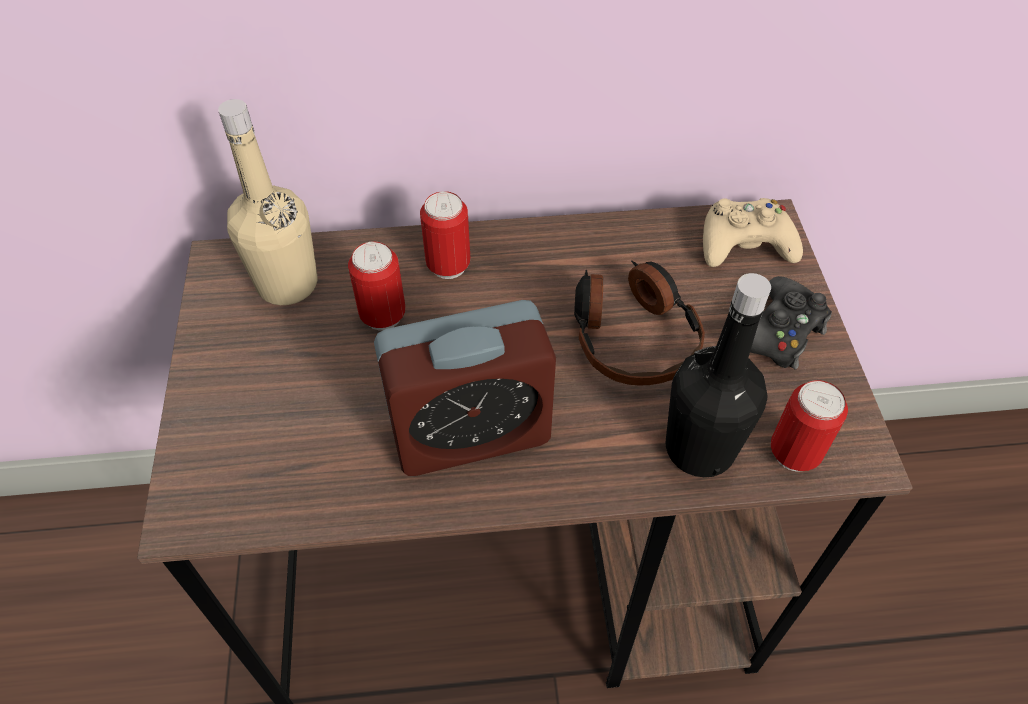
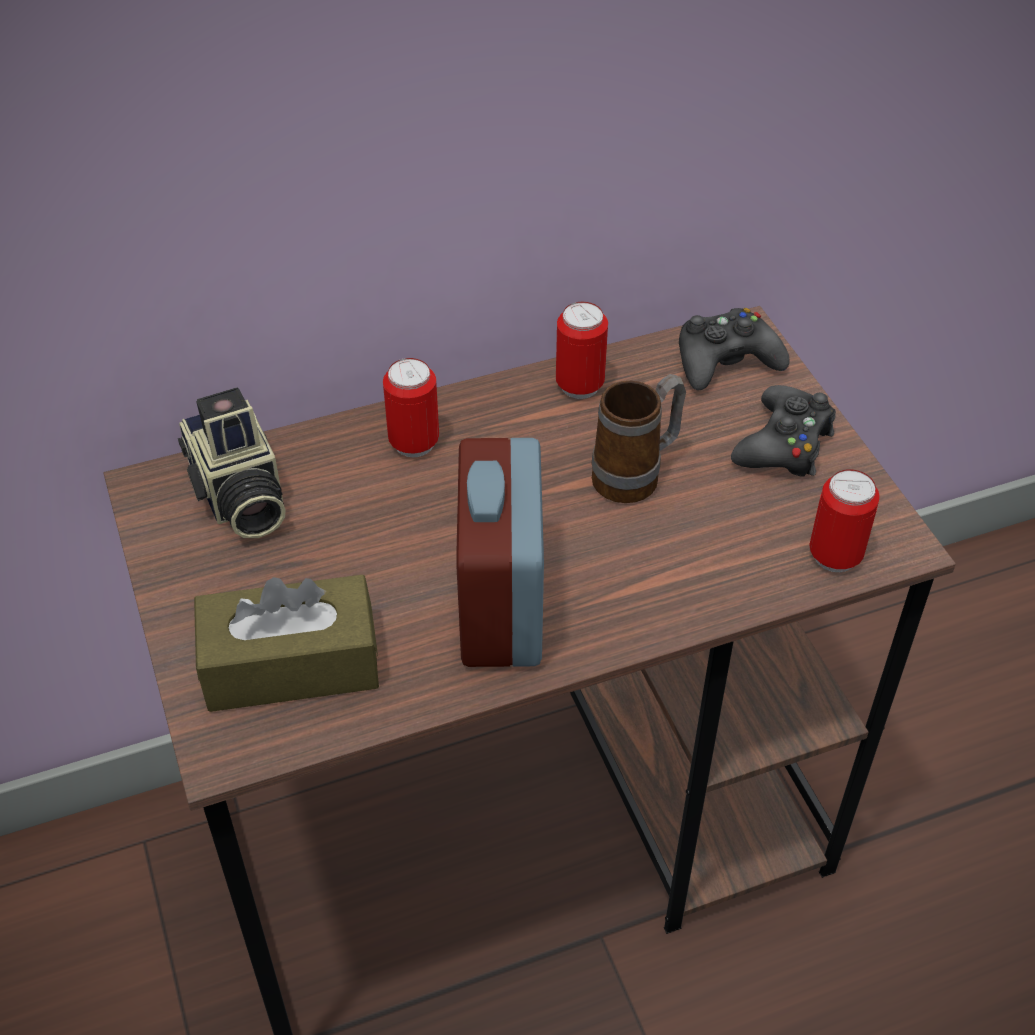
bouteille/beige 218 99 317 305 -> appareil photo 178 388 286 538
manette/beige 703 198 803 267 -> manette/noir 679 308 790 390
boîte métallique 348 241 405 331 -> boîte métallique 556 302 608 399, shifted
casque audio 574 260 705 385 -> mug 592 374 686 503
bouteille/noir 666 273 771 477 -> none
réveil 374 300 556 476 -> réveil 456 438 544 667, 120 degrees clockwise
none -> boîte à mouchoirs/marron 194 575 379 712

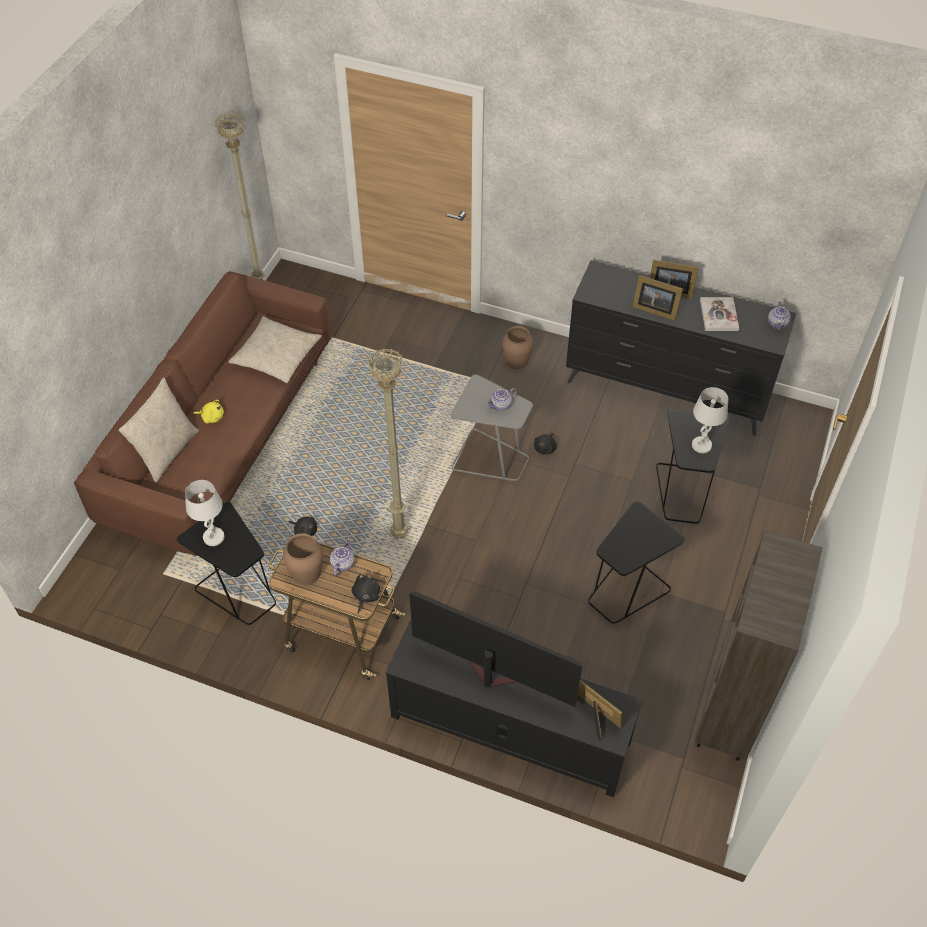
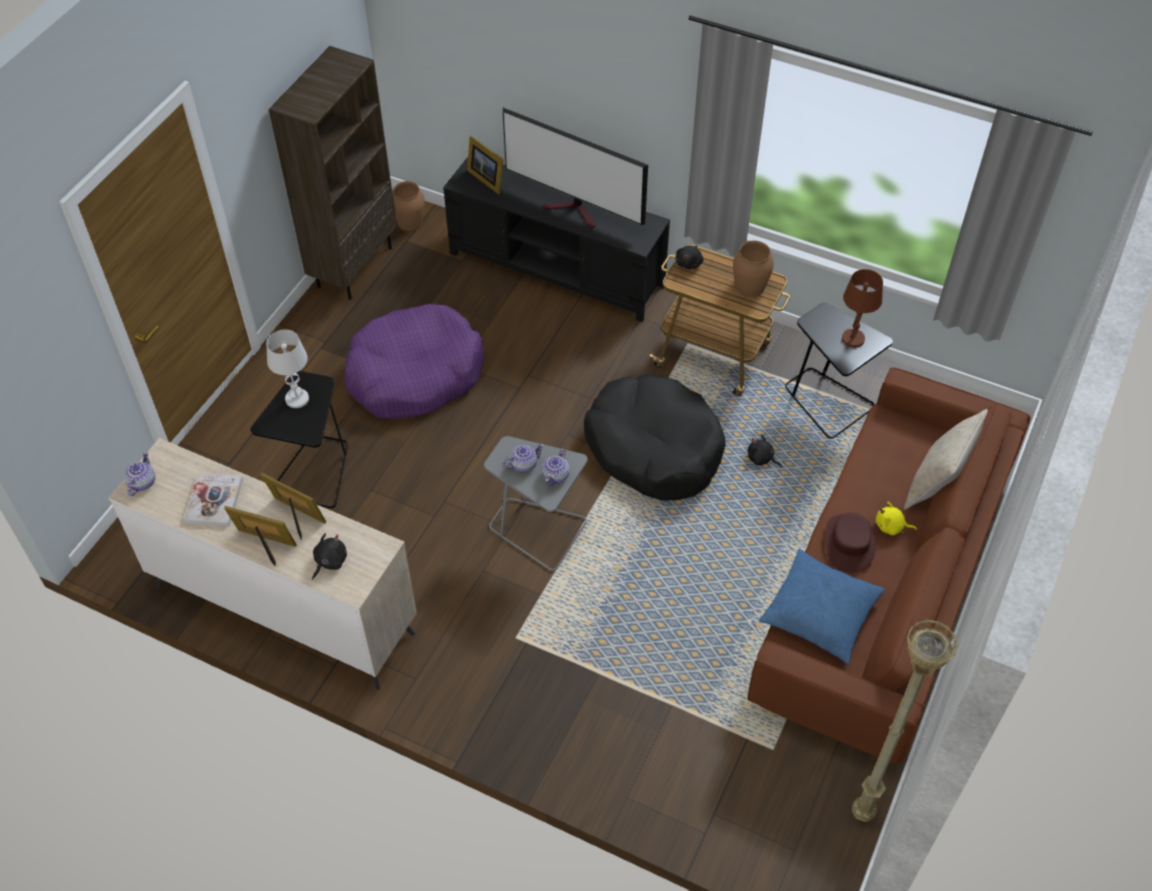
commode/noir 566 260 797 436 -> commode/beige 109 438 417 690
coussin/beige 228 316 322 383 -> coussin/bleu 759 549 885 664
vase/marron 502 326 533 369 -> vase/marron 392 181 425 231, shifted
lampadaire/beige 368 349 408 539 -> panier pour chien/noir 584 373 726 500
peluche/noir 534 433 557 455 -> peluche/noir 312 533 347 580, shifted
lampe de table/blanc 185 480 225 546 -> lampe de table/marron 842 269 883 347
table d'appoint/noir 588 501 685 624 -> panier pour chien/violet 344 304 485 419
théière 330 538 355 576 -> théière 542 449 570 485, shifted
none -> chapeau/marron 825 513 876 573

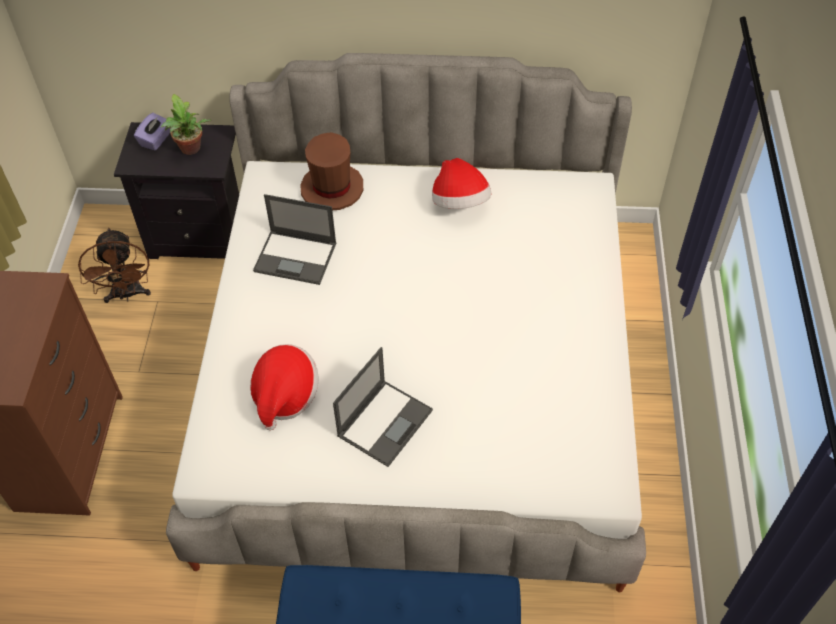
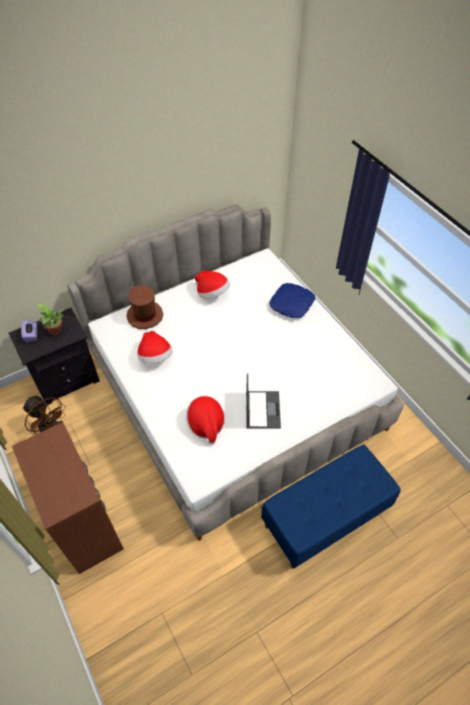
ordinateur portable 253 194 336 285 -> chapeau 137 331 173 364
none -> coussin/bleu 269 283 315 318

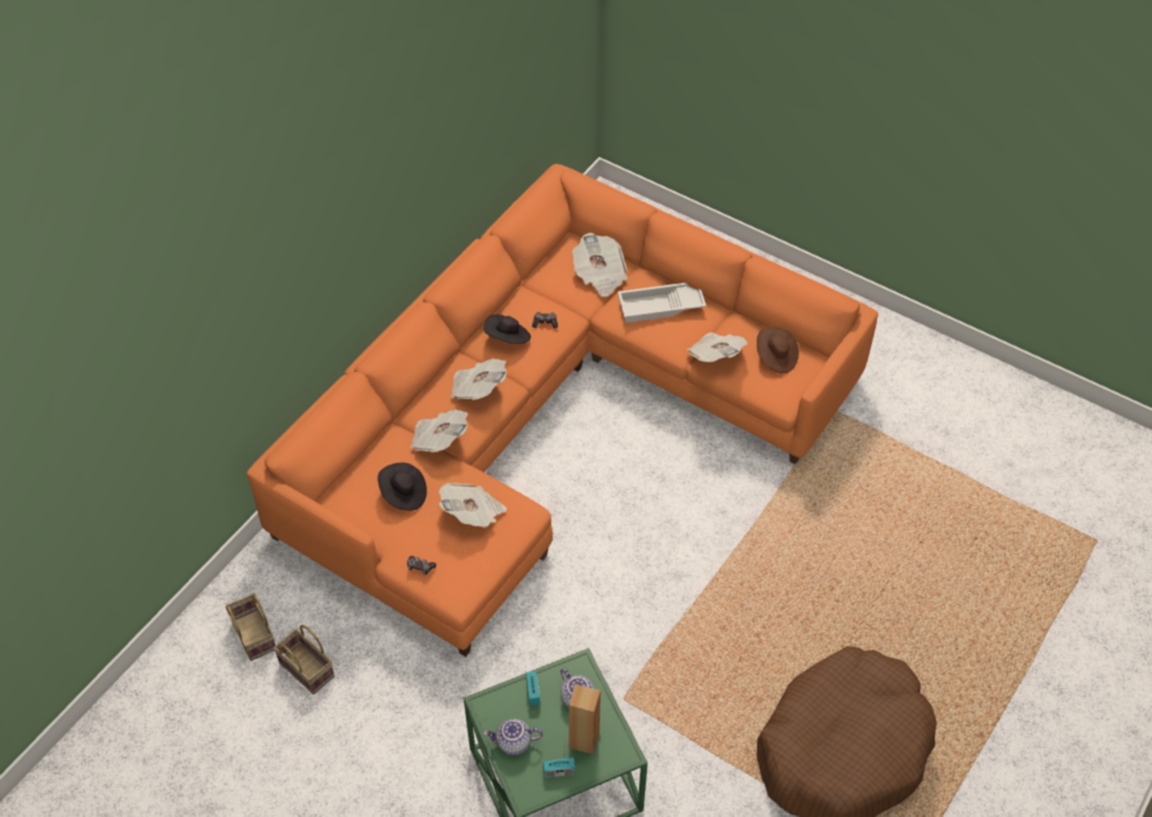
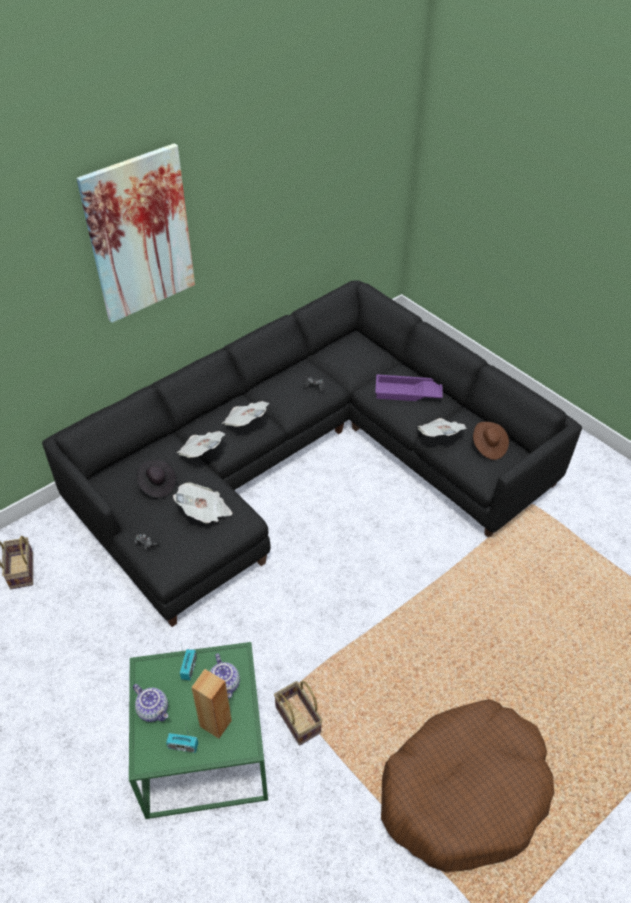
canapé/orange 247 164 878 657 -> canapé/noir 42 280 582 627
journal 572 233 628 297 -> none
plateau/blanc 618 283 706 323 -> plateau/violet 375 374 443 401
chapeau/noir 484 314 531 344 -> none
panier 273 625 335 695 -> panier 274 681 322 746, shifted
théière 483 719 543 755 -> théière 133 684 168 722, 150 degrees counterclockwise
none -> tableau 77 143 195 323

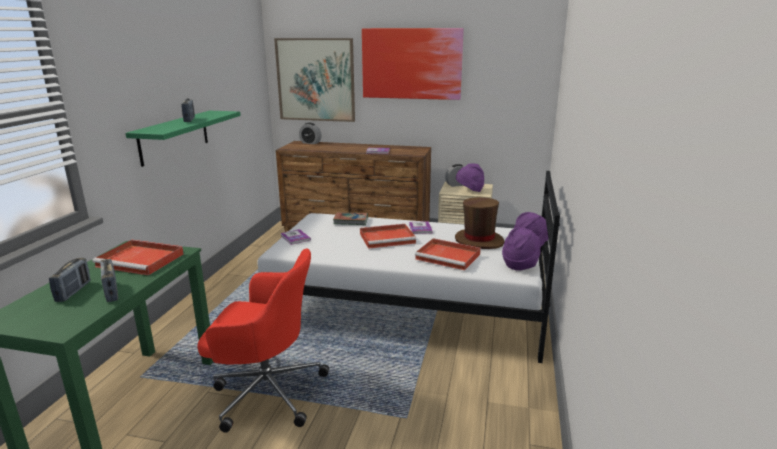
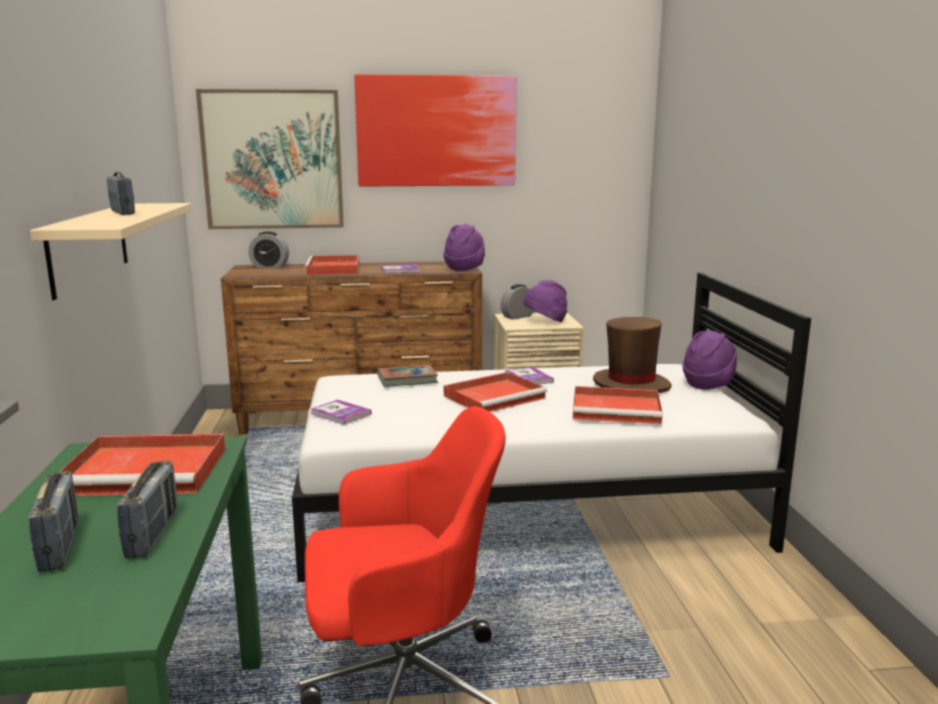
étagère/vert 125 111 241 167 -> étagère/beige 30 203 191 300
chapeau/violet 502 228 541 271 -> chapeau/violet 444 224 485 271, shifted
radio 100 259 118 302 -> radio 117 461 177 558, 135 degrees counterclockwise
none -> plateau/rouge 304 255 359 275

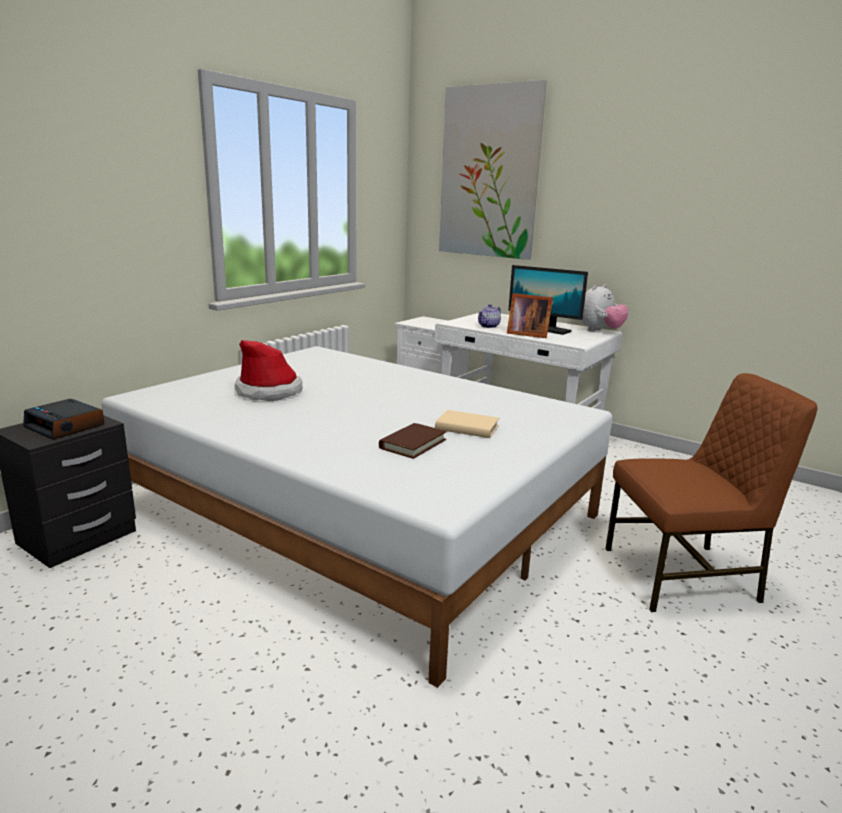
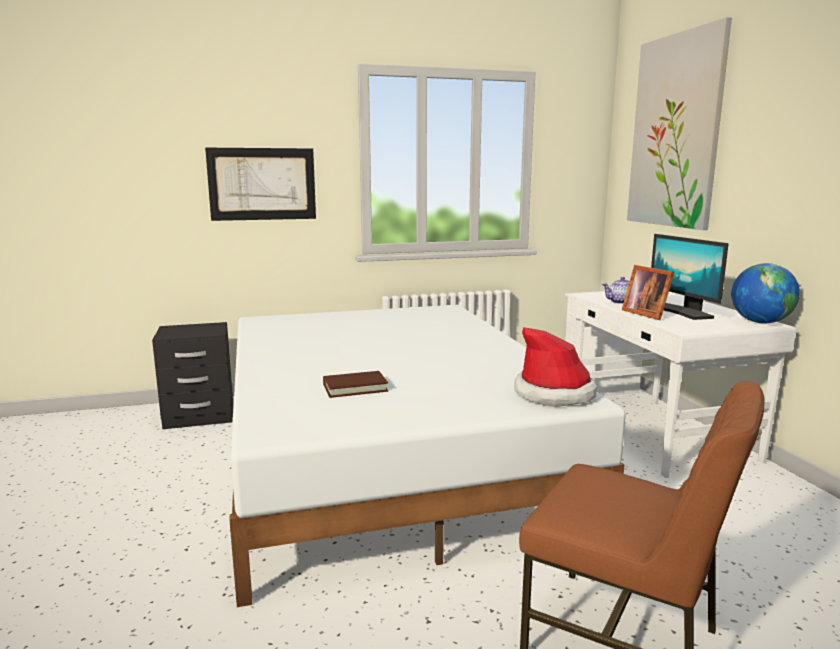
peluche 581 284 629 331 -> globe 731 263 800 323
chapeau 235 340 303 401 -> chapeau 514 327 597 407, shifted
réveil 23 399 104 440 -> none
livre/beige 435 410 499 438 -> none
none -> tableau 205 148 316 221

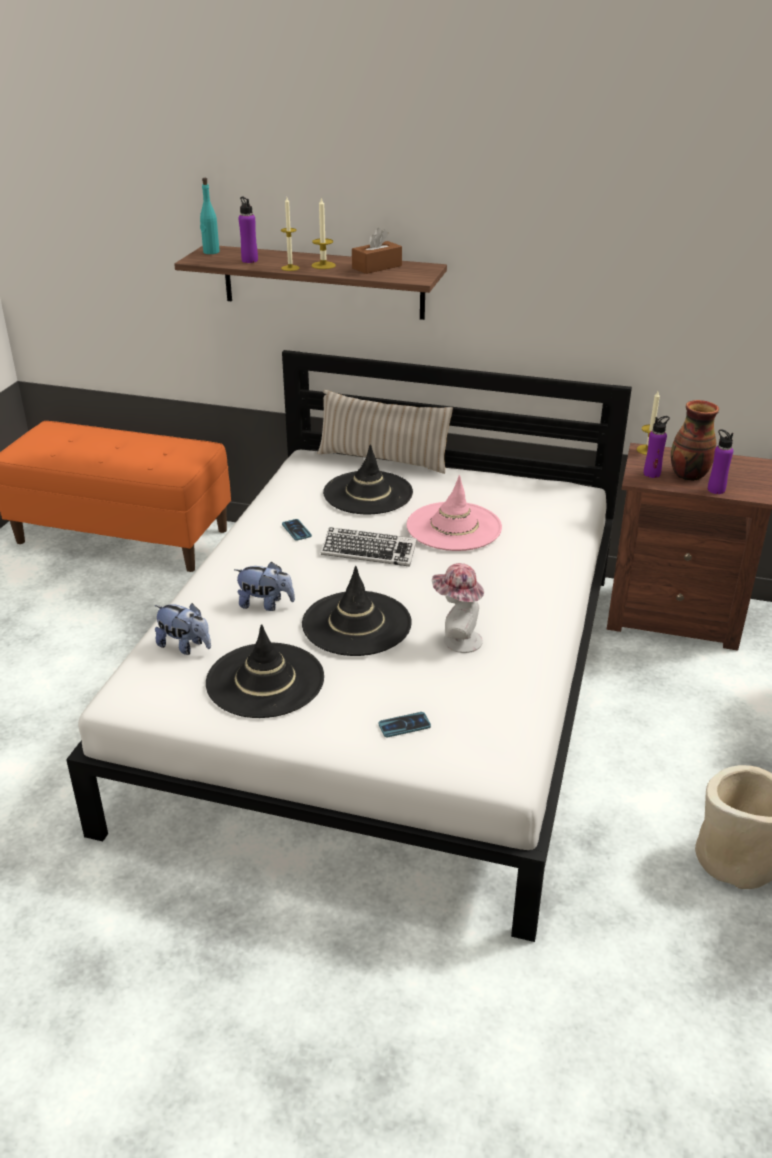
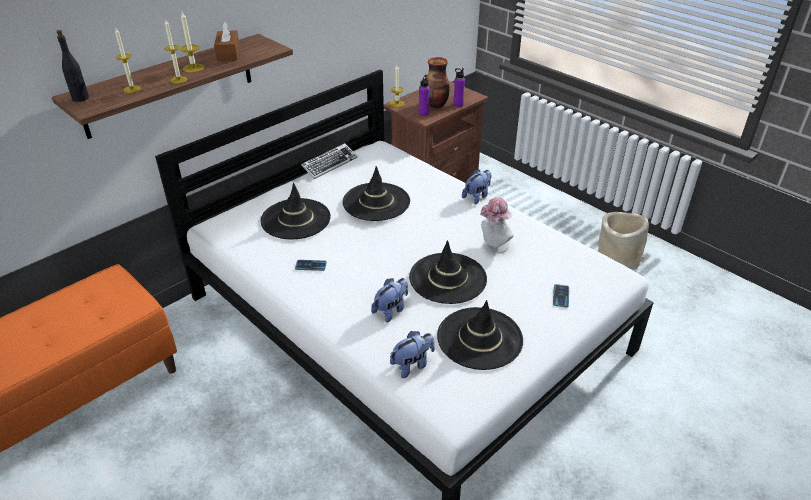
bouteille/turquoise 200 178 220 254 -> bouteille/noir 56 30 89 102
bouteille/violet 239 197 258 263 -> bougie 115 28 141 93
coussin/beige 317 390 453 474 -> none
chapeau/rose 407 475 502 551 -> chapeau/noir 343 166 410 221
clavier 321 527 417 567 -> clavier 301 143 358 179, shifted
none -> peluche 462 169 491 204

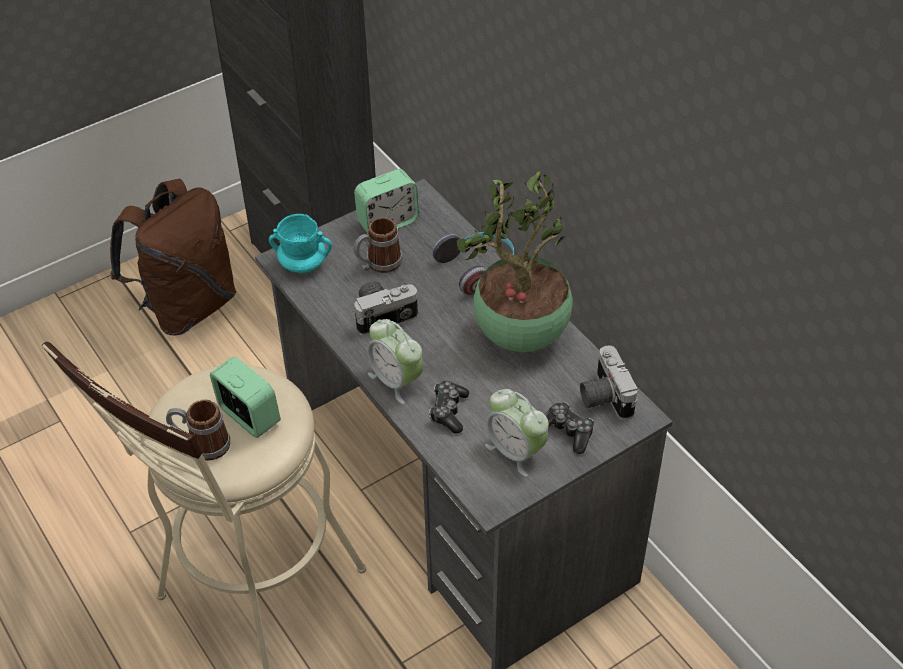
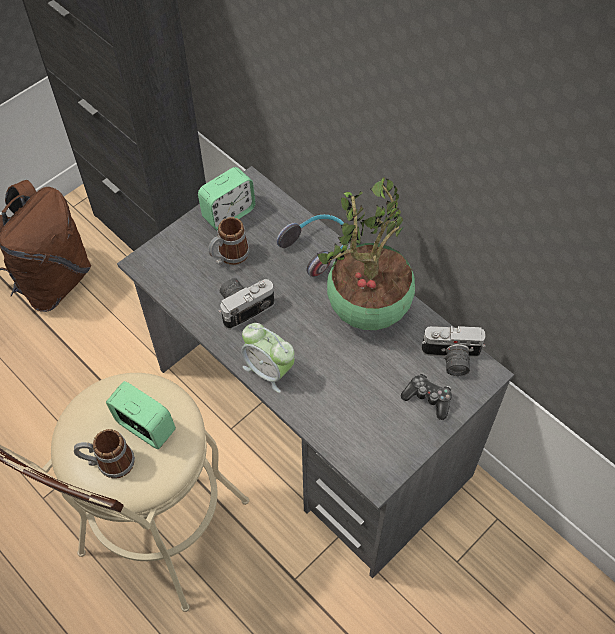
mug/turquoise 269 214 332 273 -> none
appareil photo 580 346 637 420 -> appareil photo 421 326 486 376, 60 degrees counterclockwise
manette 429 381 469 433 -> none
réveil 485 389 549 477 -> none

